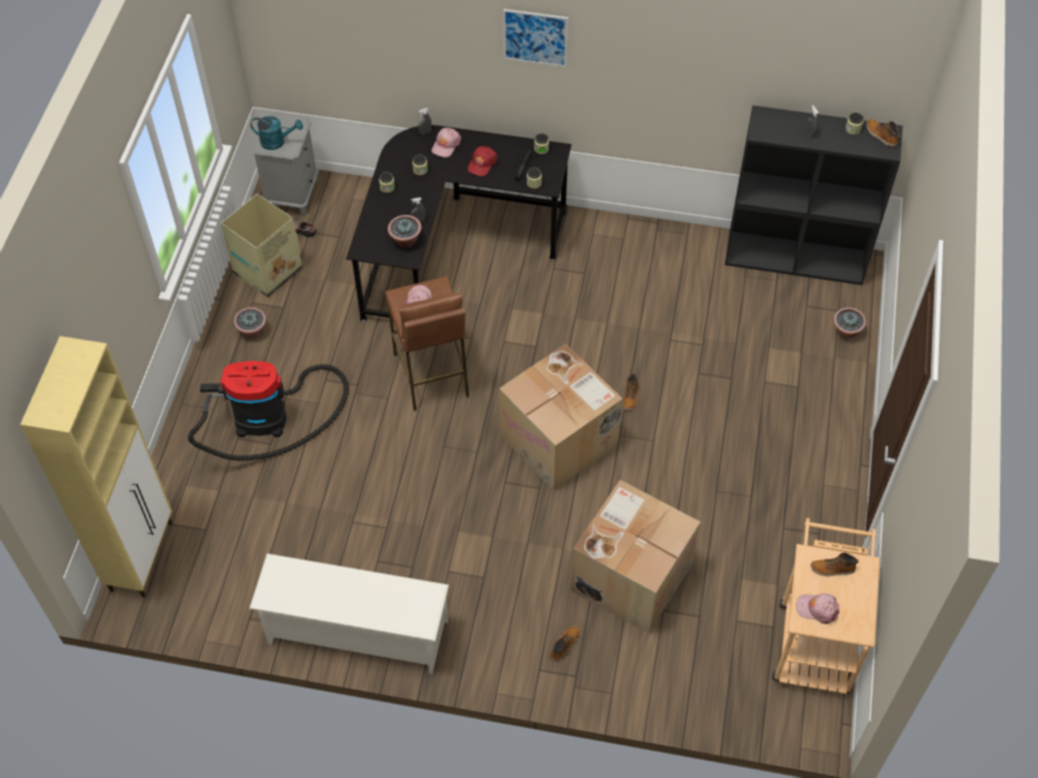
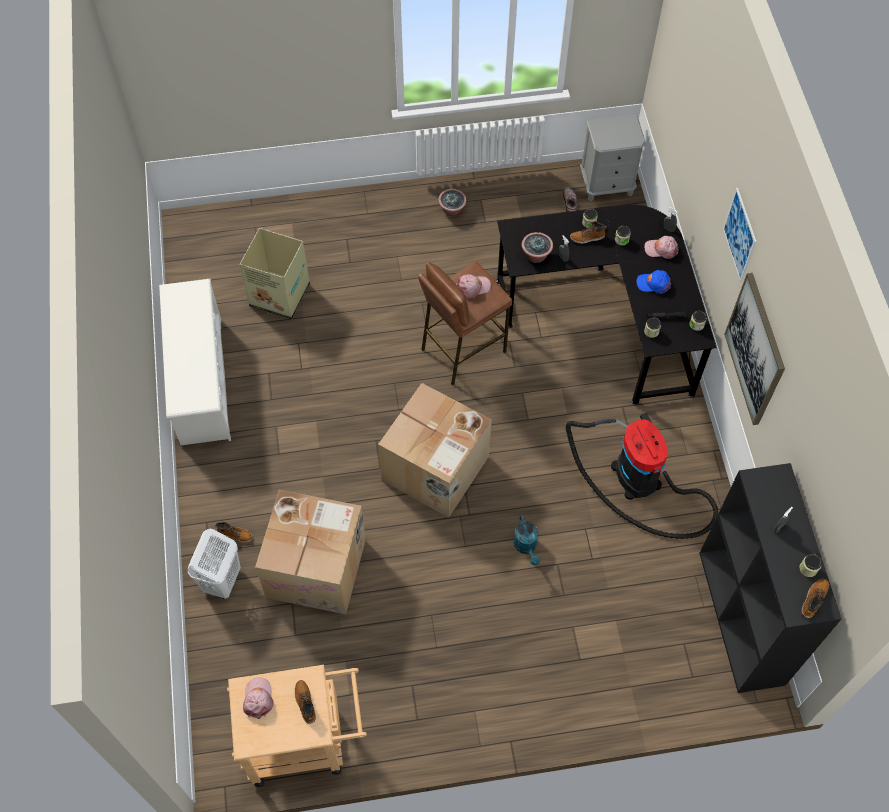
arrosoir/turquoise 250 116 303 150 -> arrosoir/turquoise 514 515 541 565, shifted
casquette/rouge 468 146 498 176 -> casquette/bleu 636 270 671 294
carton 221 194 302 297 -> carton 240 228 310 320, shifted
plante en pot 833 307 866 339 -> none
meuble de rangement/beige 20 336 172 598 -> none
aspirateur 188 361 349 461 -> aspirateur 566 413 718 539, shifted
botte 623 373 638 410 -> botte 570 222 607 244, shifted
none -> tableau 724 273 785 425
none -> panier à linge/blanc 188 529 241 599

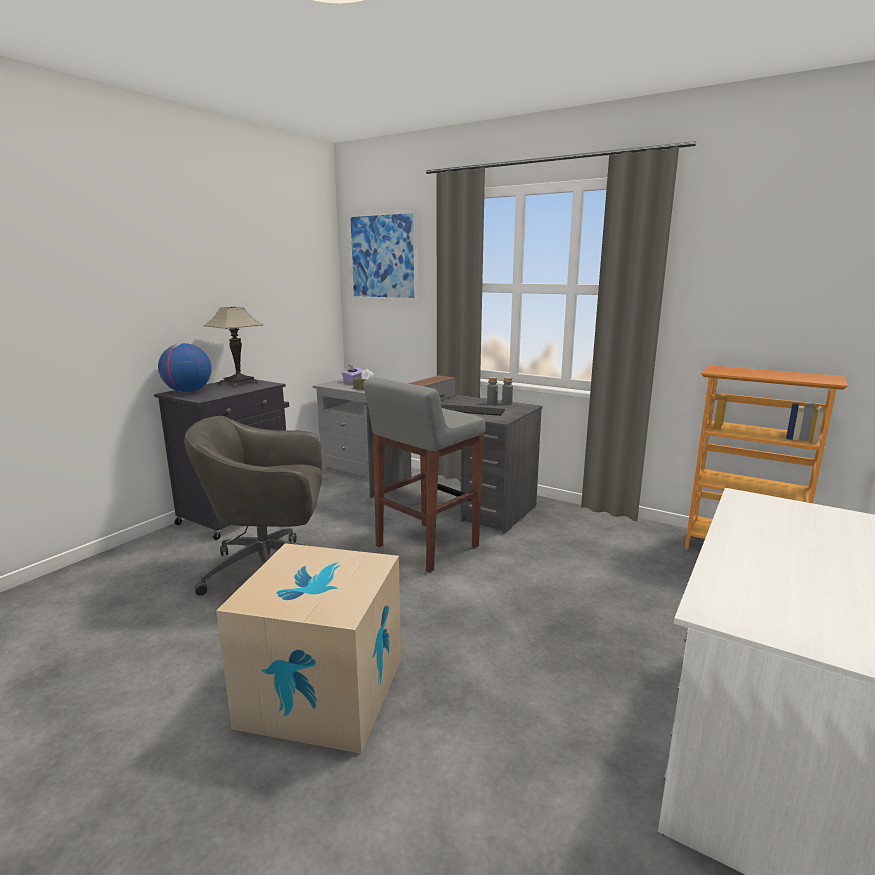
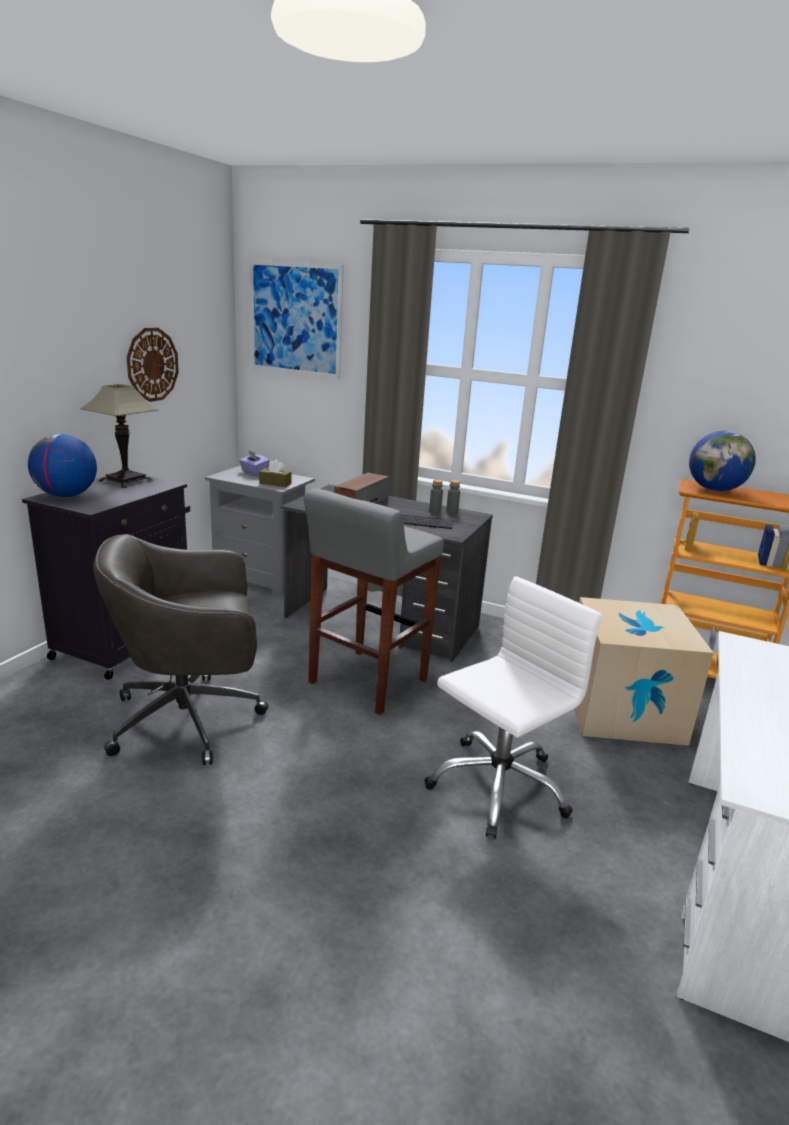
carton 216 543 401 754 -> carton 574 597 714 746, shifted
none -> horloge murale 127 328 179 402
none -> globe 689 431 756 491
none -> chaise de bureau/blanc 424 576 602 838

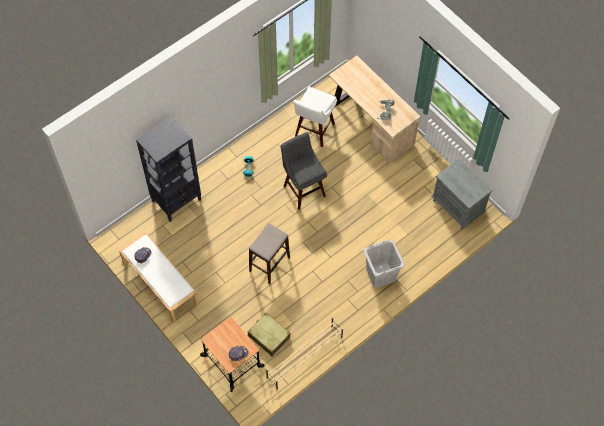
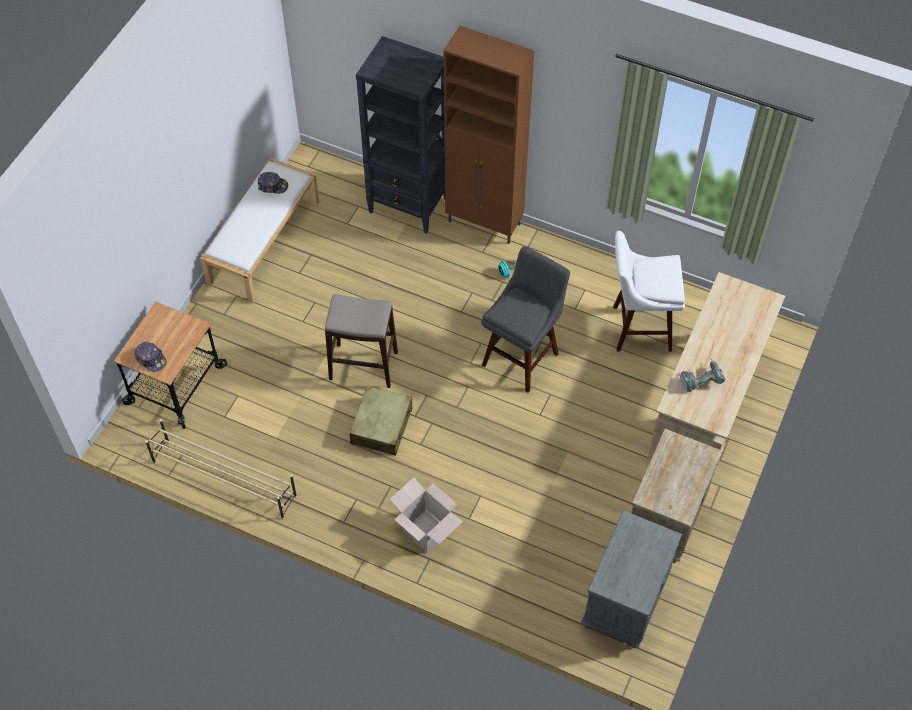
panier à linge/gris 363 239 405 288 -> carton 390 477 463 553
valise/beige 248 312 291 357 -> valise/beige 349 386 413 455, shifted
none -> meuble de rangement/marron 444 25 534 244
none -> table de chevet/beige 631 429 722 563

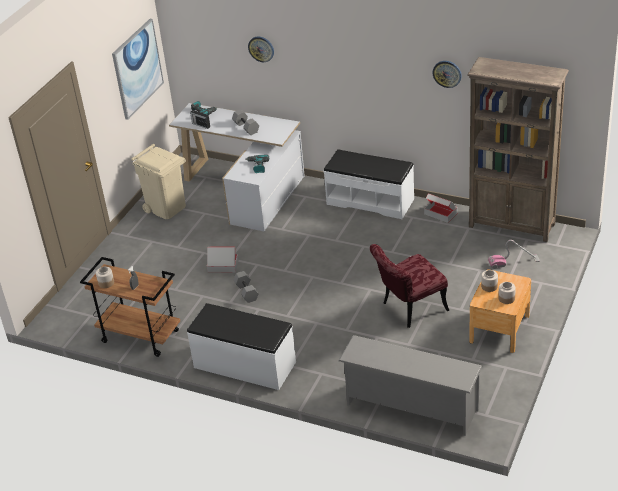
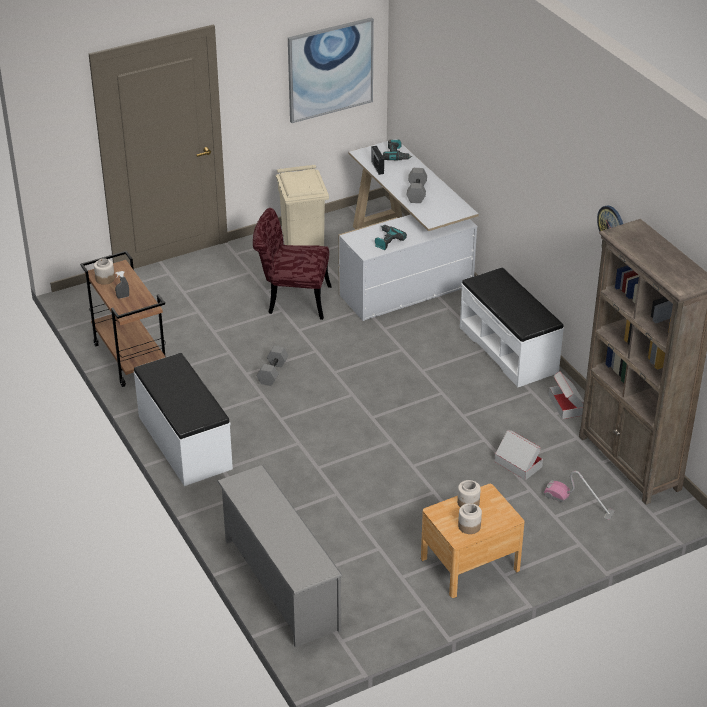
horloge murale 248 36 274 62 -> none
chaise/rouge 370 244 449 328 -> chaise/rouge 253 208 332 320, shifted
carton 207 247 239 272 -> carton 494 430 543 480, shifted

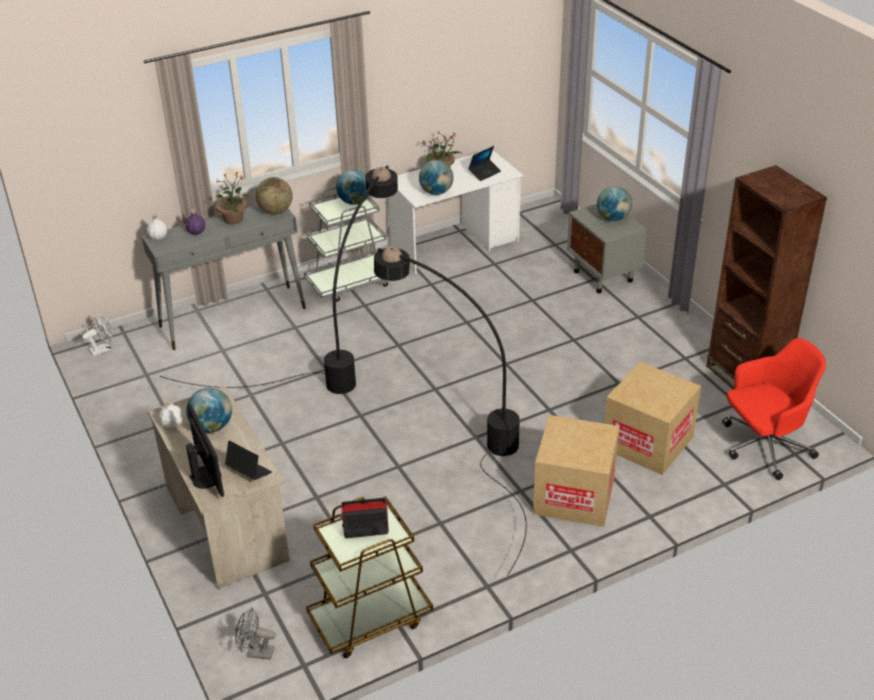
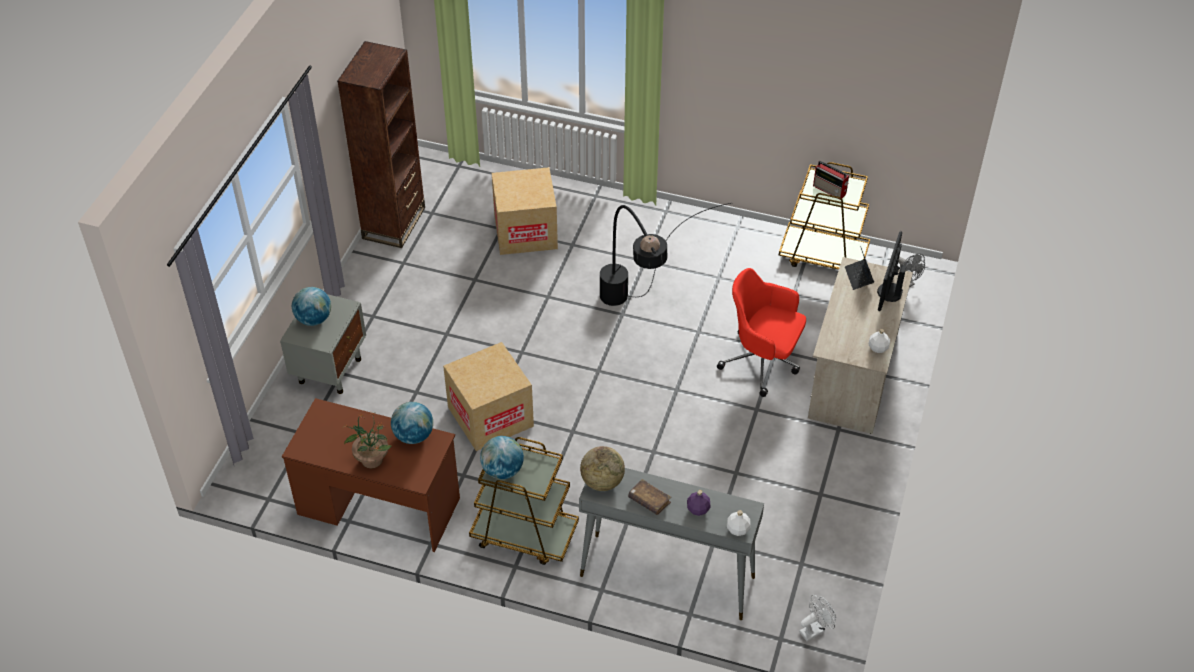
ordinateur portable 468 146 501 181 -> none
bureau/blanc 388 150 523 274 -> bureau/marron 282 398 460 552
lampadaire/noir 159 165 398 394 -> none
plante en pot 215 173 250 225 -> livre/marron 628 479 671 515
chariot/gris 304 187 388 302 -> chariot/marron 469 437 579 565
ventilateur/blanc 82 313 113 356 -> ventilateur/blanc 799 594 836 641, 135 degrees clockwise
chaise de bureau/rouge 722 338 826 480 -> chaise de bureau/rouge 717 268 806 397, shifted
globe 186 388 232 433 -> none
carton 533 415 620 527 -> carton 443 342 534 451, shifted

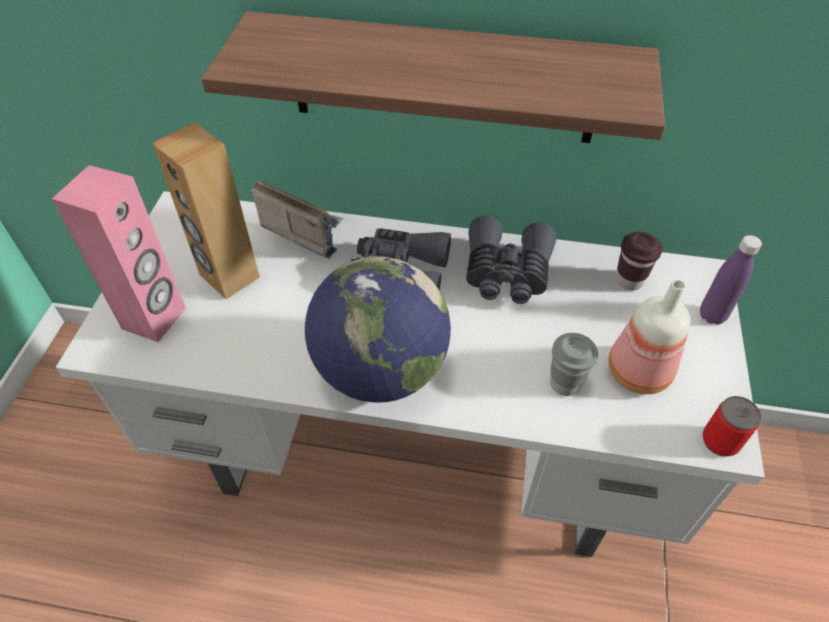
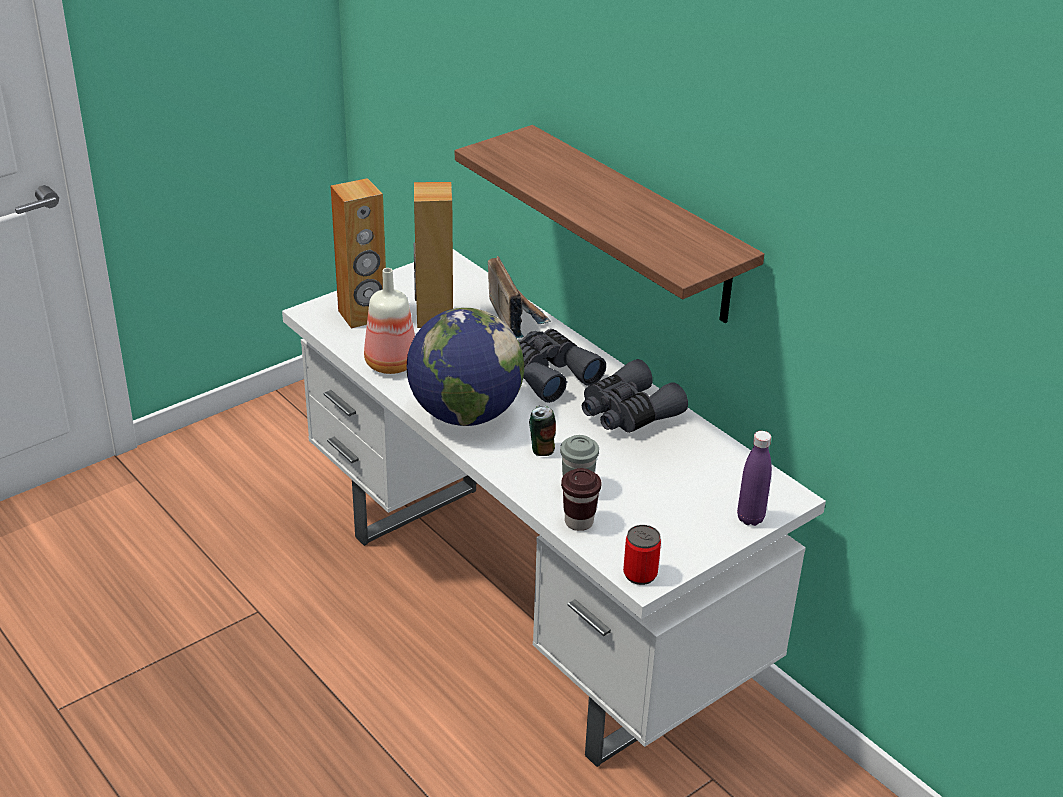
enceinte/rose 52 165 186 342 -> enceinte/marron 331 178 386 329
tasse/marron 616 232 662 291 -> tasse/marron 561 468 602 531, shifted
bouteille 608 280 691 394 -> bouteille 364 268 415 374, shifted
none -> boîte métallique 529 405 556 456

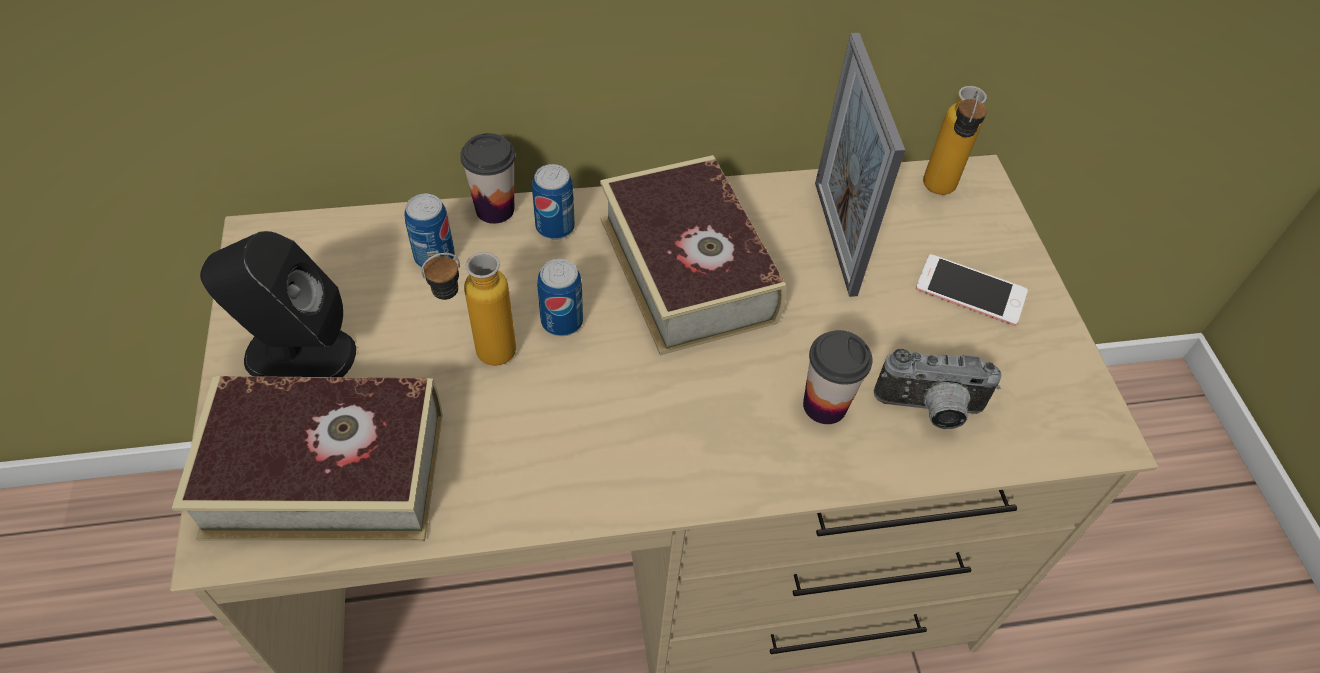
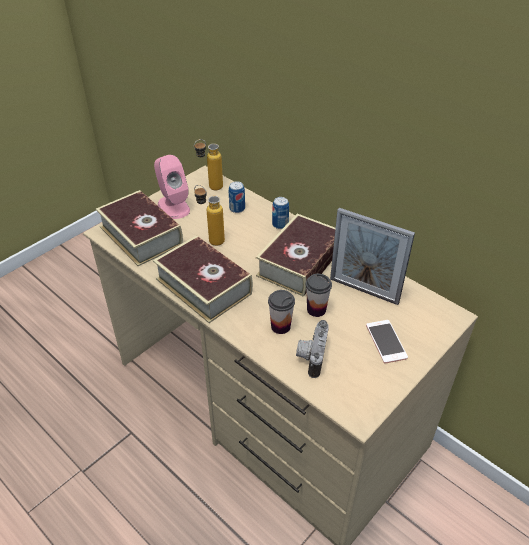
cadre photo 815 33 905 297 -> cadre photo 330 208 415 305, 105 degrees counterclockwise
bouteille 923 86 987 195 -> bouteille 194 139 223 190, shifted
tasse 460 133 515 224 -> tasse 306 274 332 317, shifted
enceinte/noir 200 231 356 377 -> enceinte/rose 154 155 190 219
boîte métallique 537 259 583 336 -> none
appareil photo 874 348 1002 429 -> appareil photo 296 320 329 378, 45 degrees clockwise
none -> livre 153 235 253 323

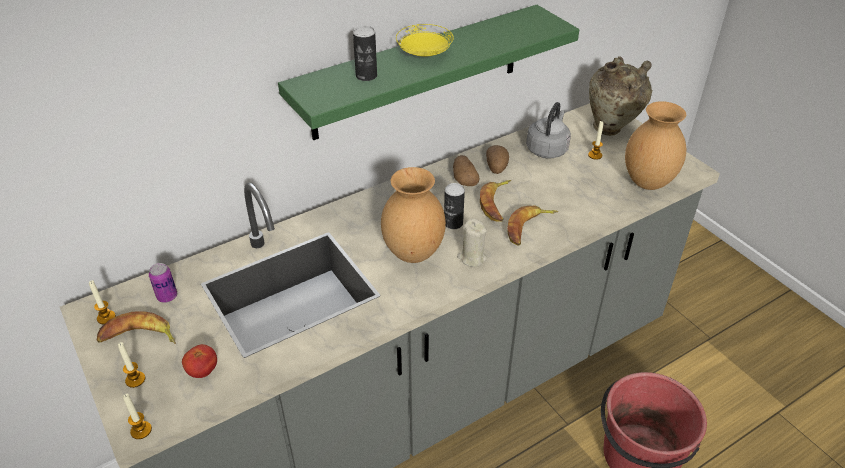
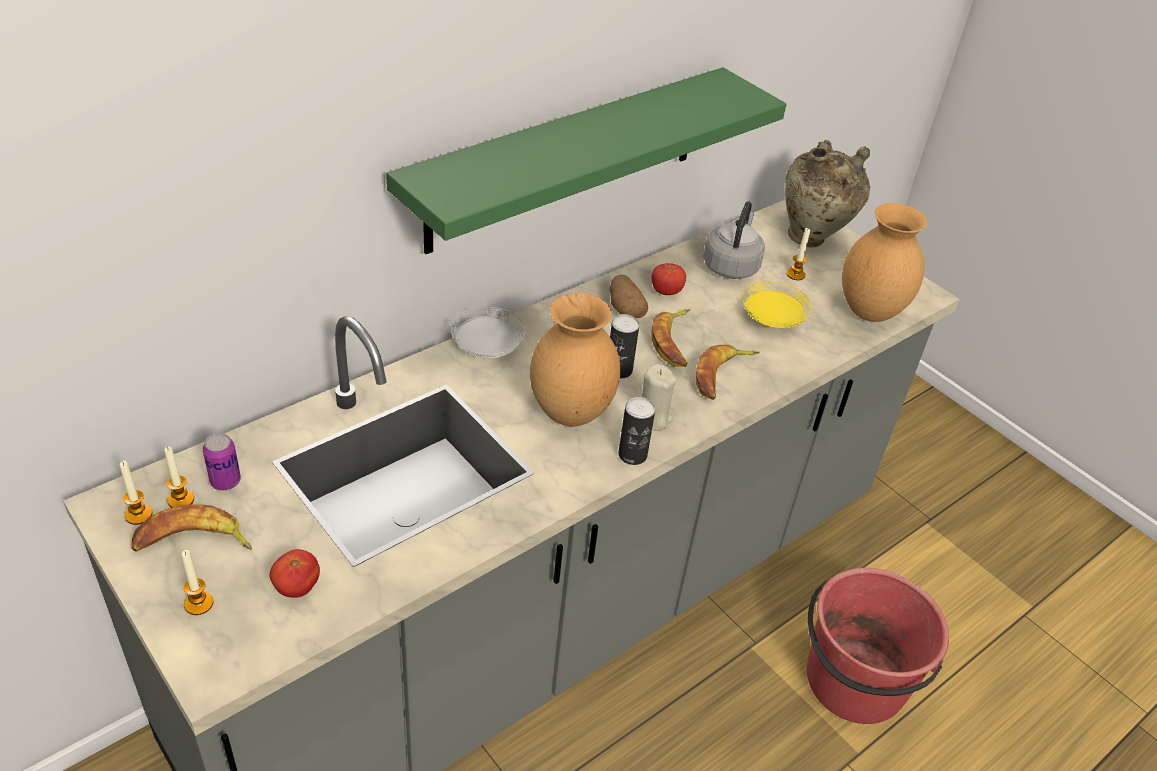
assiette/jaune 396 24 454 57 -> assiette/jaune 742 281 812 328, shifted
boîte métallique 353 26 377 81 -> boîte métallique 618 397 655 465, shifted
pomme de terre 486 145 509 174 -> tomate 652 263 686 295
bougie 123 394 152 439 -> bougie 164 447 194 508, shifted
none -> assiette/blanc 451 307 526 358

